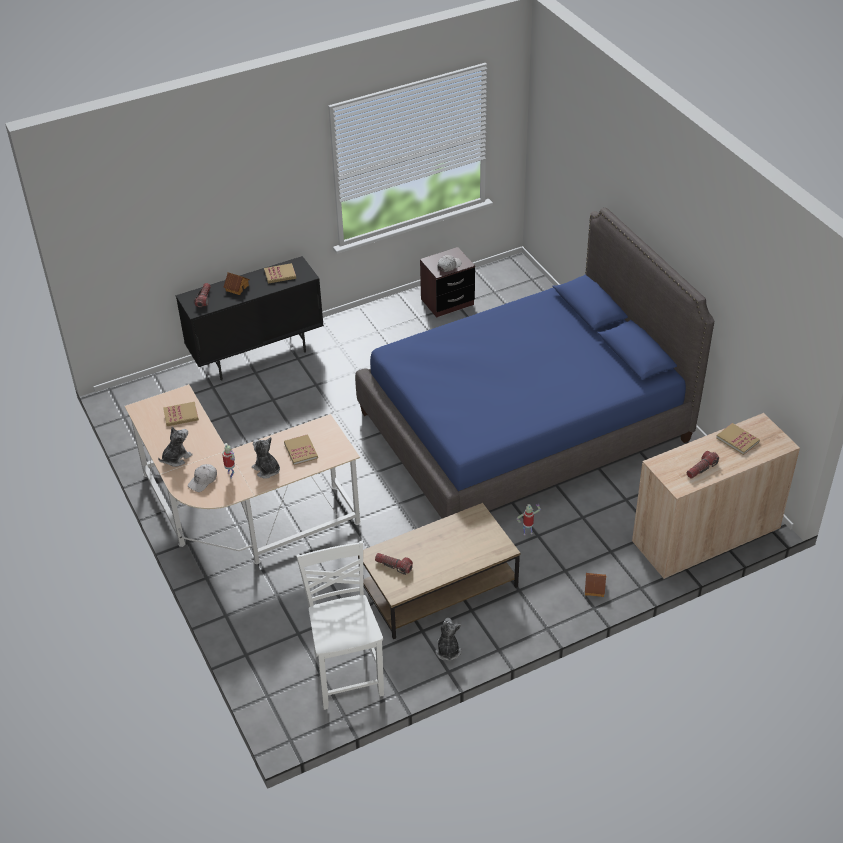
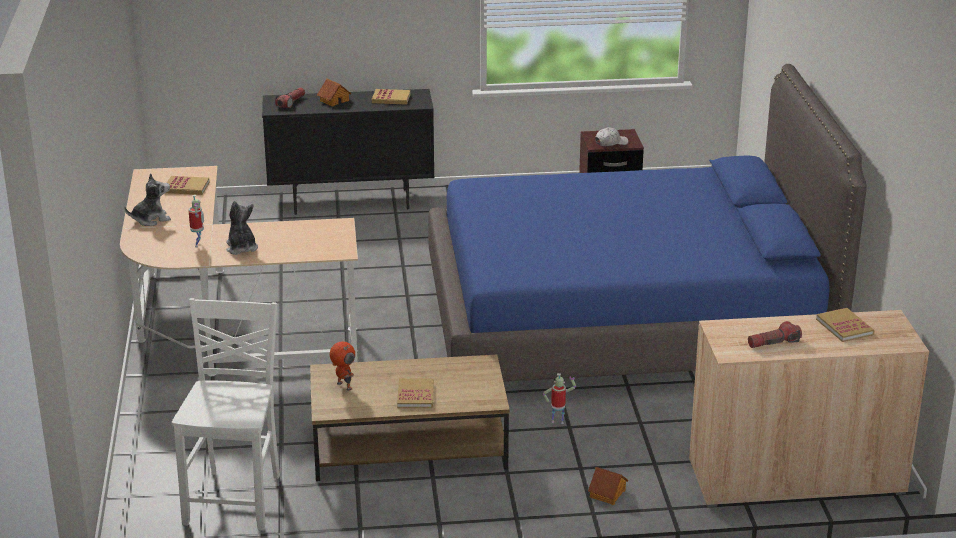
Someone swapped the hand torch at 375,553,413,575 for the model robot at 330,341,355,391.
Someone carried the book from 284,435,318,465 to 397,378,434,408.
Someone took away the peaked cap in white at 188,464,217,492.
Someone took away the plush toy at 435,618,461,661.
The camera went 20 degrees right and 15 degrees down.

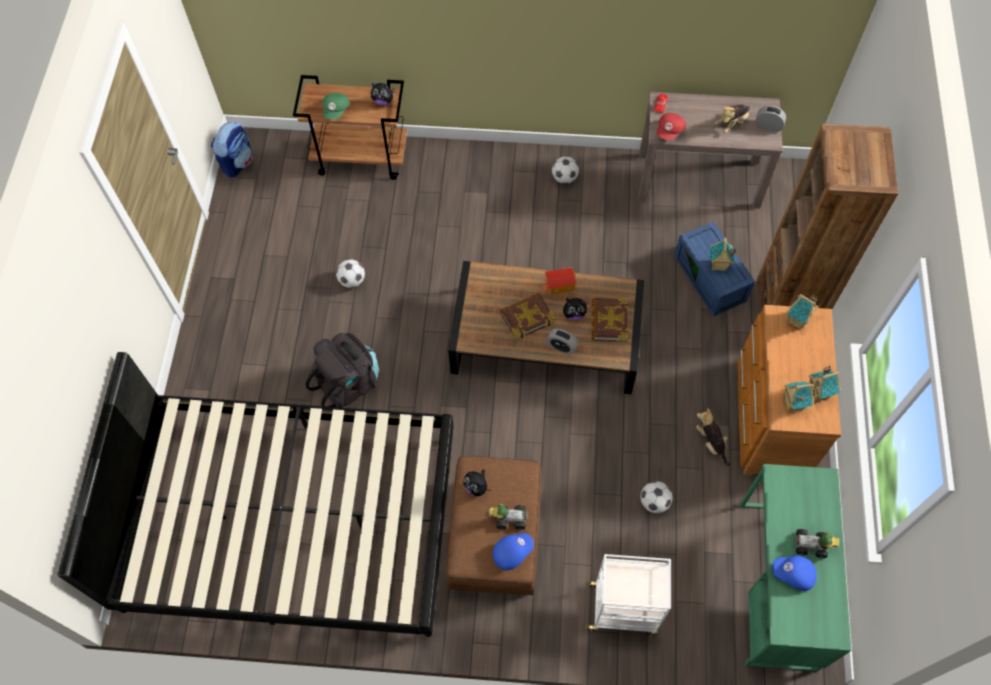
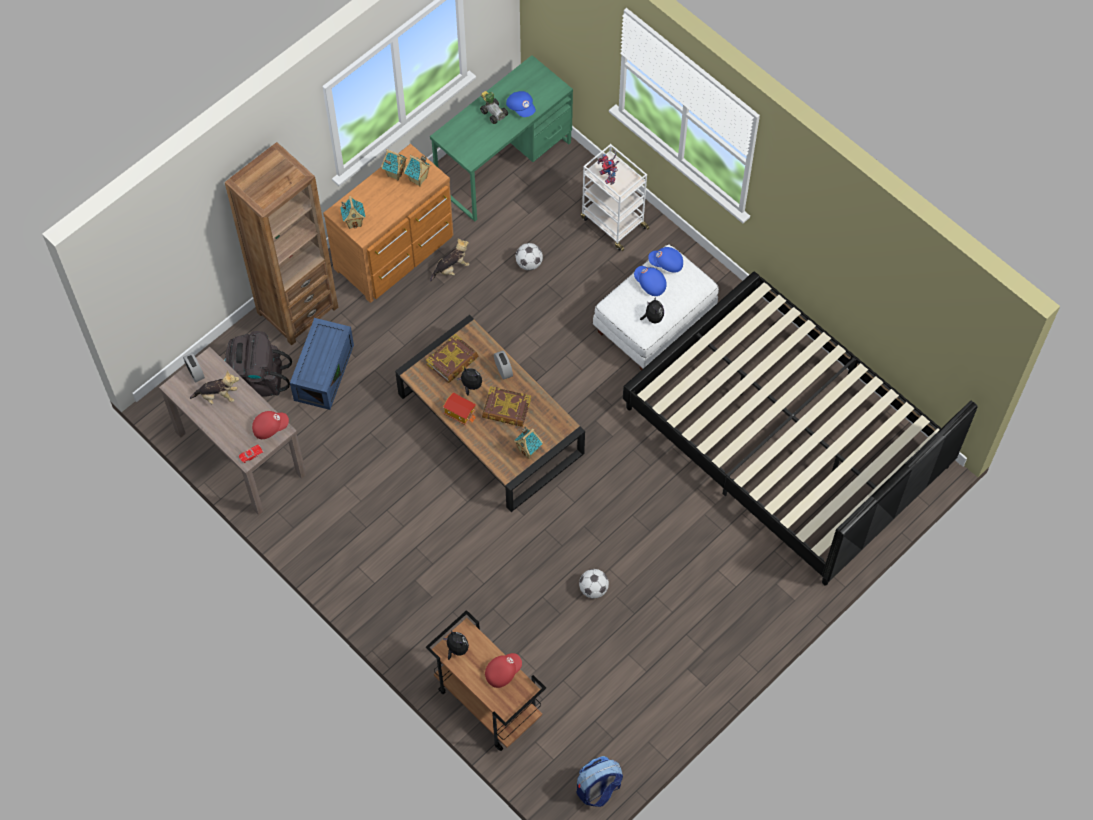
Someone carried the backpack in black-coloured from 306,333,379,408 to 224,331,292,397.
Someone rotated the plush toy at 696,408,730,466 by 135 degrees counterclockwise.
Someone repainted the peaked cap in green-coloured at 322,93,350,119, which became the peaked cap in reddish at 485,653,522,688.
Someone carried the miniature house from 710,237,735,271 to 514,427,543,459.
Someone repainted the footrest in brown at 446,456,541,595, which became the footrest in white at 593,244,719,370.
Someone put down the model robot at 597,150,620,185.
Someone swapped the toy car at 489,503,528,530 for the peaked cap in bluish at 634,266,667,296.
Someone took away the football ball at 552,156,579,184.
The camera went 140 degrees left and 0 degrees up.

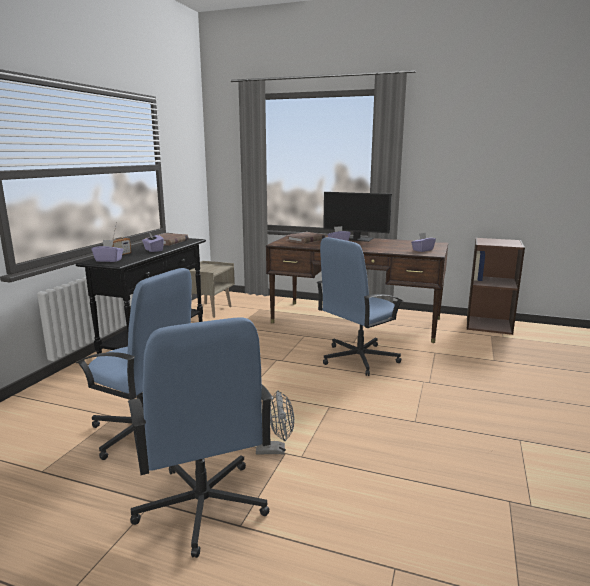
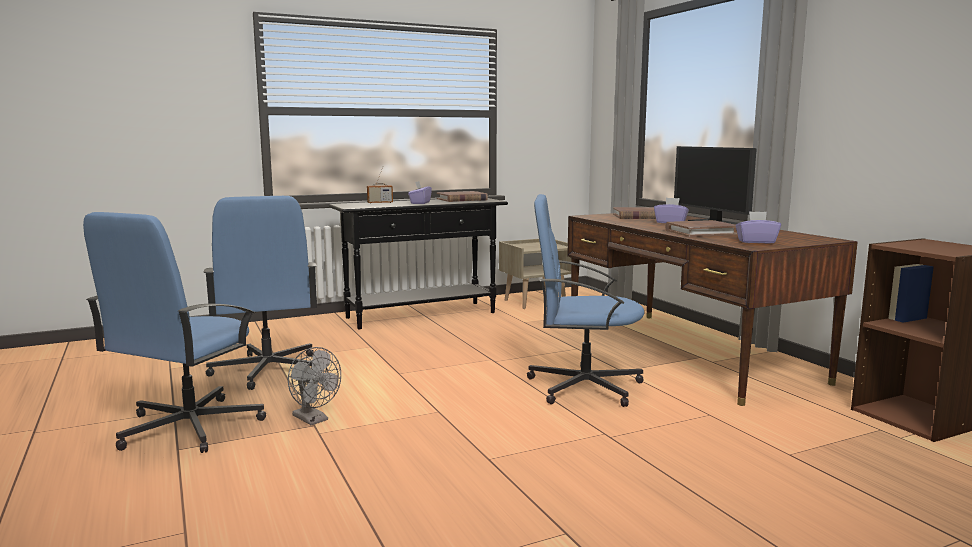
Someone put down the book in brown at 665,220,738,237.
Someone took away the box of tissues in purple at 91,240,123,262.
The camera went 45 degrees right and 5 degrees down.

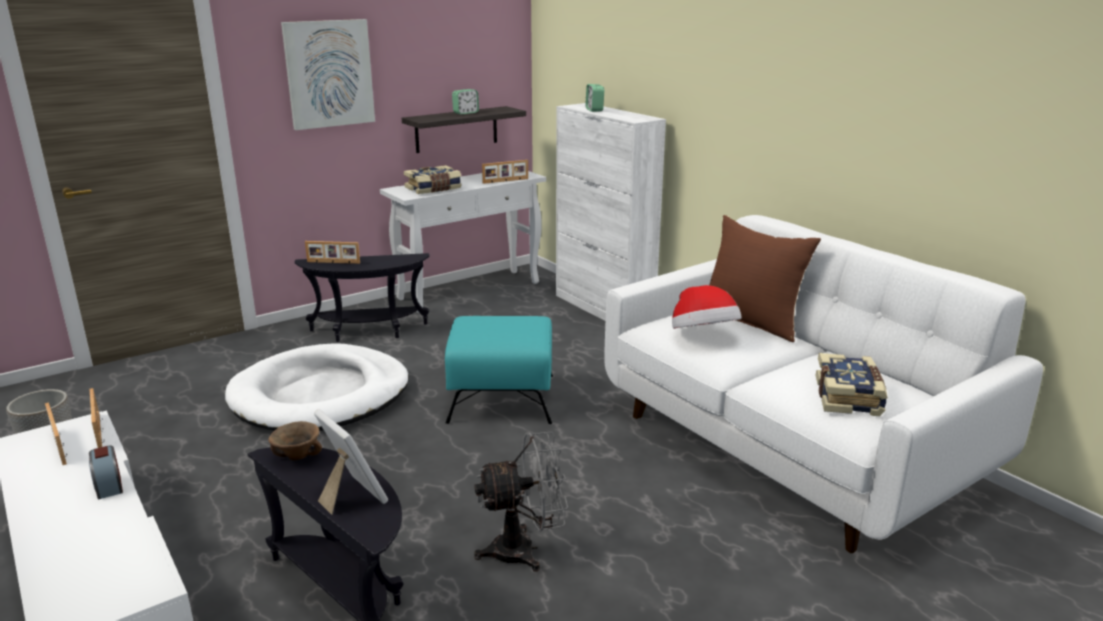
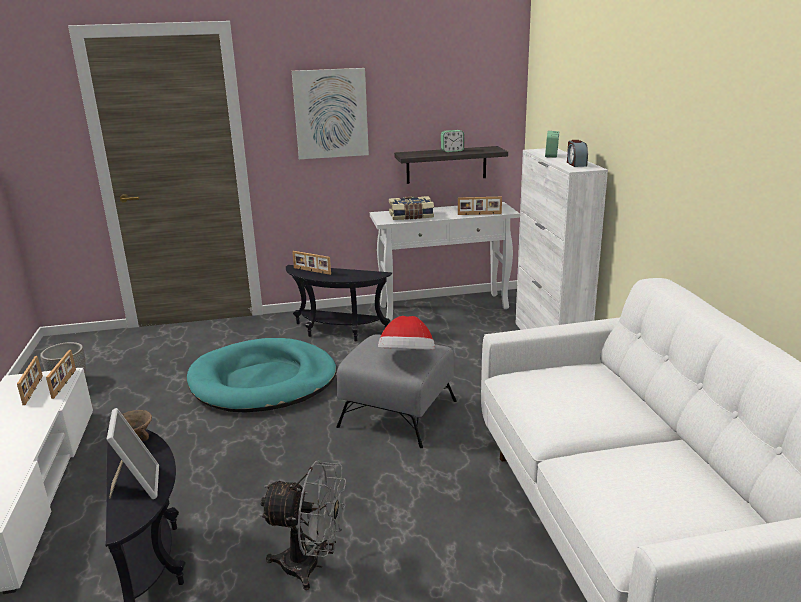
Someone repainted the dog bed in white at 225,343,409,431, which became the dog bed in turquoise-coloured at 187,338,336,413.
Someone repainted the footrest in turquoise-coloured at 445,316,553,424, which became the footrest in gray at 336,334,457,448.
Someone carried the wearable hat from 672,285,741,329 to 378,316,435,350.
Someone carried the table clock from 89,446,123,499 to 567,140,588,167.
Someone took away the throw pillow in brown at 709,215,821,342.
Someone took away the book at 816,353,888,416.
The camera went 25 degrees right and 0 degrees up.

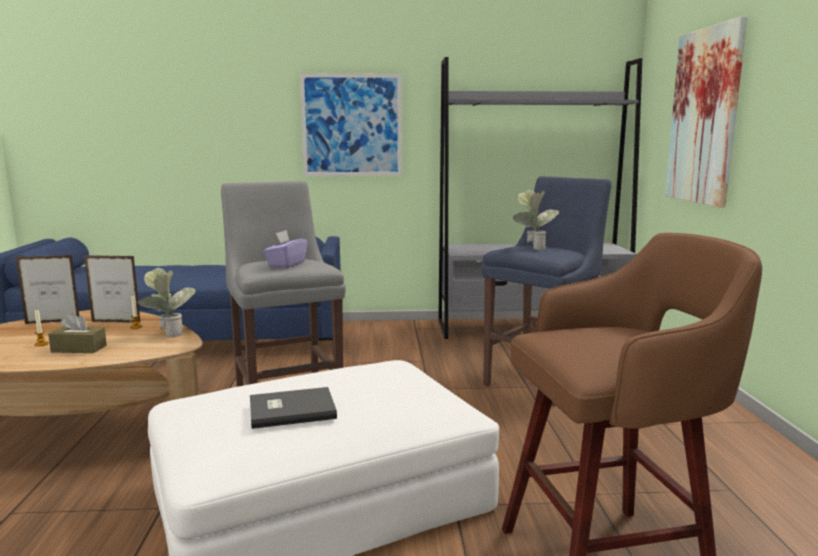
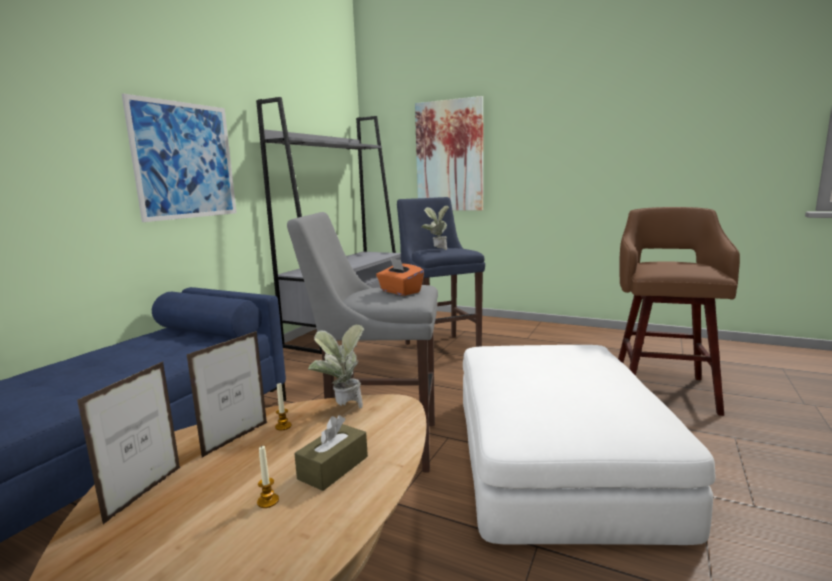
Someone repainted the box of tissues in purple at 263,230,307,268, which became the box of tissues in orange-coloured at 376,258,424,296.
Someone took away the book in gray at 250,387,337,429.
The camera went 60 degrees left and 0 degrees up.

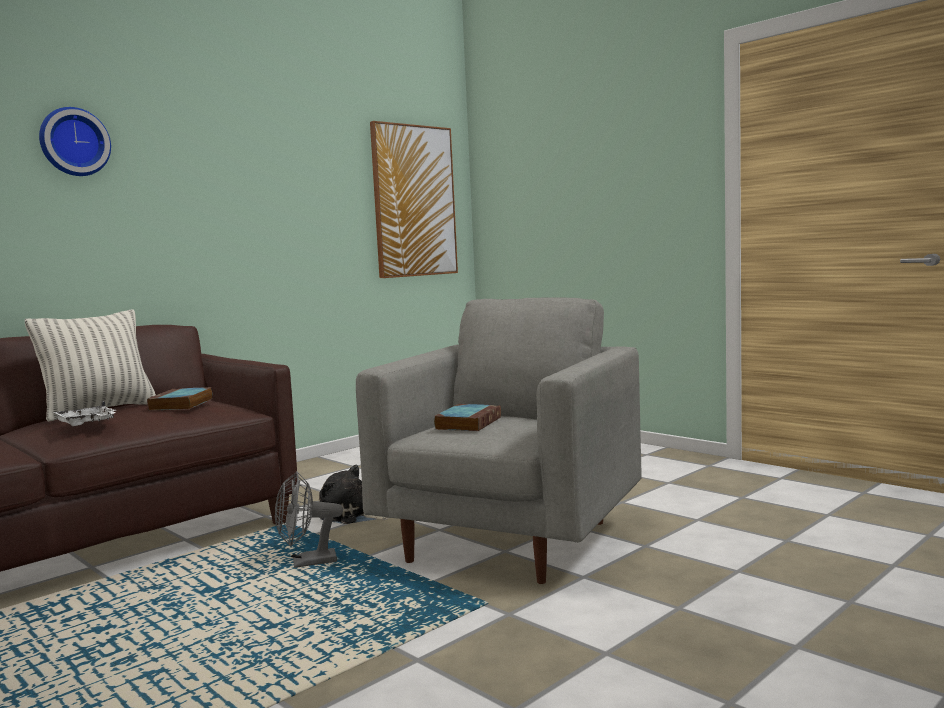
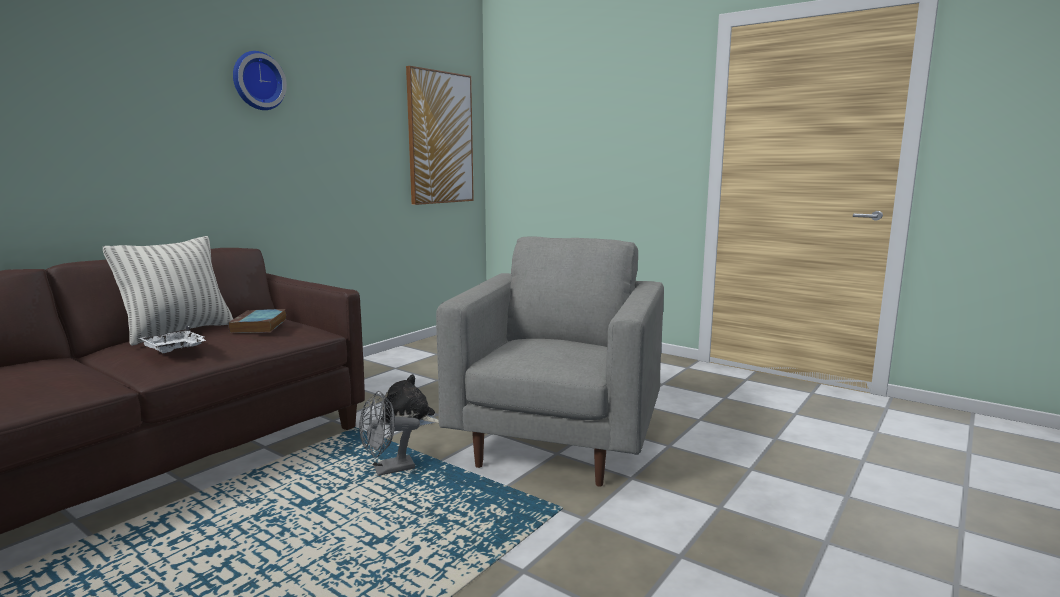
Someone carried the clock on the wall from 39,107,111,176 to 233,51,287,110.
Someone took away the book at 434,404,501,431.
The camera went 10 degrees left and 5 degrees up.

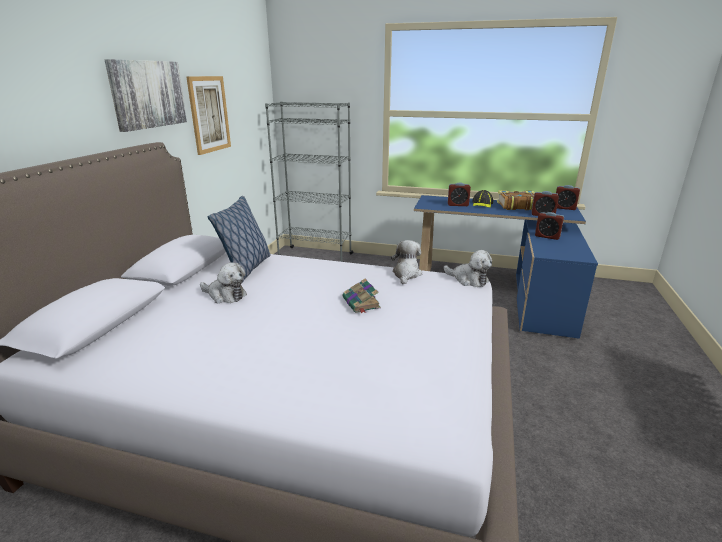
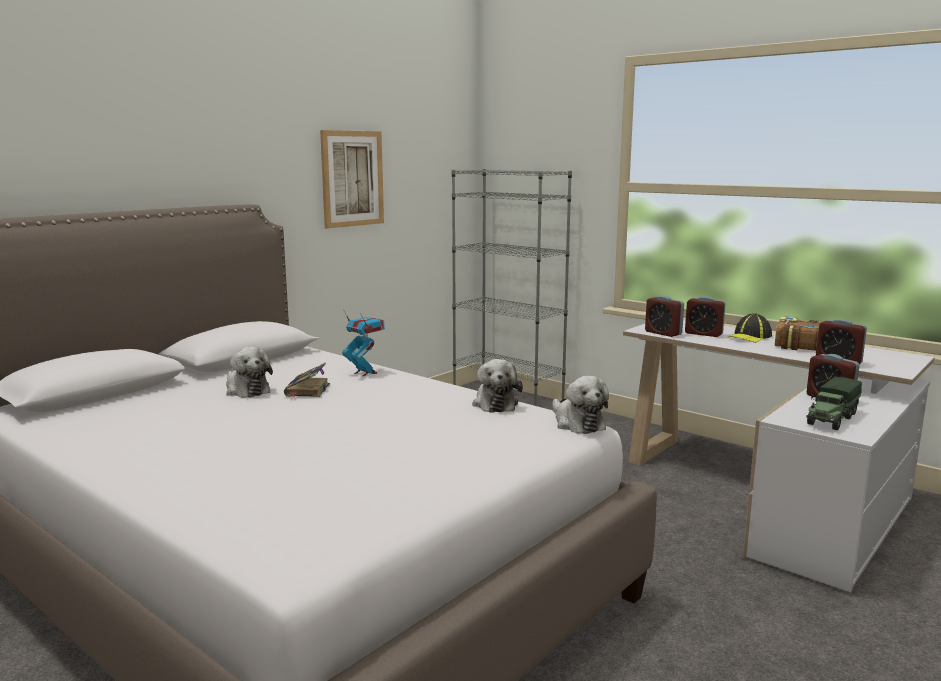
Someone carried the book from 342,278,381,313 to 284,363,330,397.
Someone put down the model robot at 342,309,385,376.
Someone rotated the plush toy at 391,240,422,284 by 135 degrees clockwise.
Someone repainted the desk in bluish at 414,195,598,339, which became the desk in white at 623,319,935,592.
Someone carried the table clock from 556,185,580,210 to 645,296,684,337.
Someone put down the toy lorry at 806,377,862,430.
Someone took away the picture at 104,59,187,132.
Someone took away the throw pillow at 208,196,271,281.
The camera went 25 degrees right and 10 degrees down.

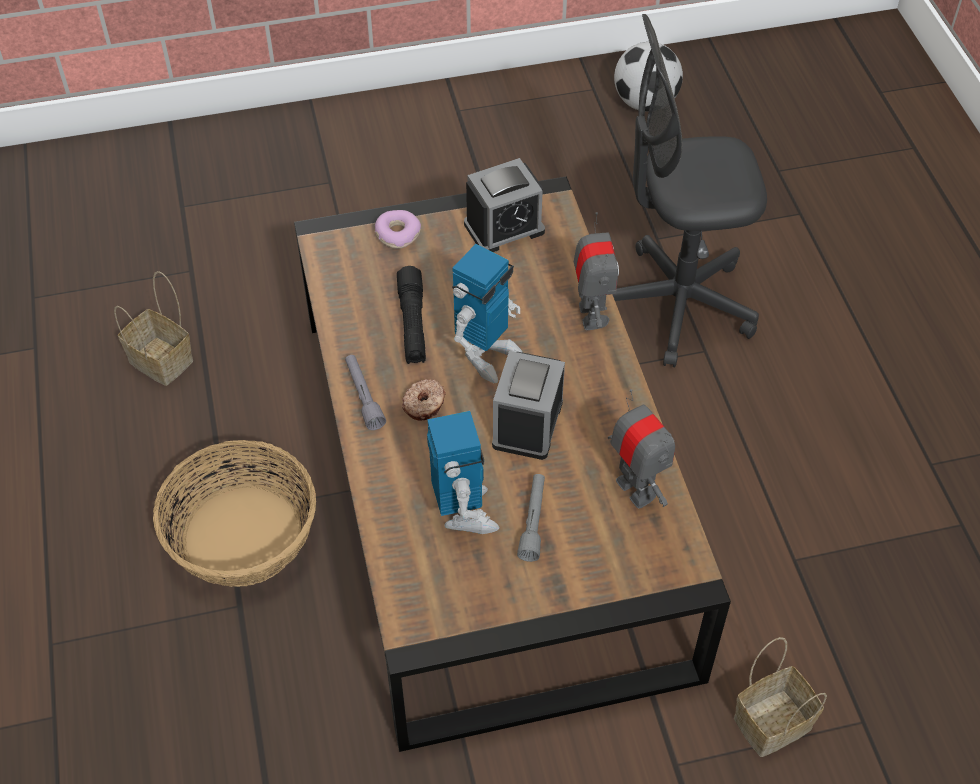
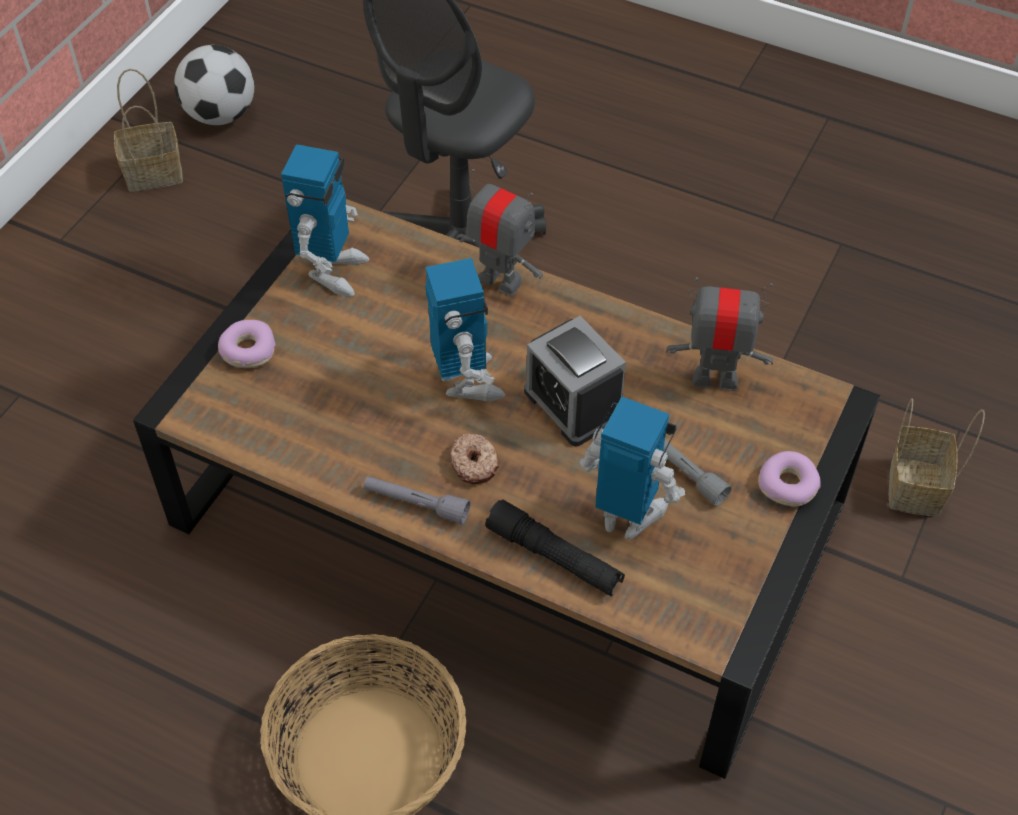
Someone carried the basket from 114,271,193,386 to 114,69,183,192.
Someone swapped the table clock at 464,158,545,252 for the model robot at 281,144,370,296.
Someone carried the hand torch in black-coloured from 397,266,426,364 to 485,499,625,596.
Someone put down the doughnut at 758,451,820,507.
The camera went 50 degrees left and 0 degrees up.

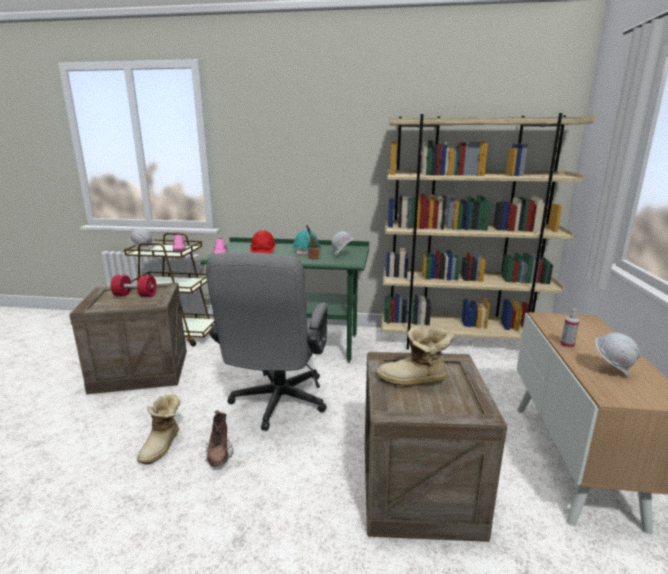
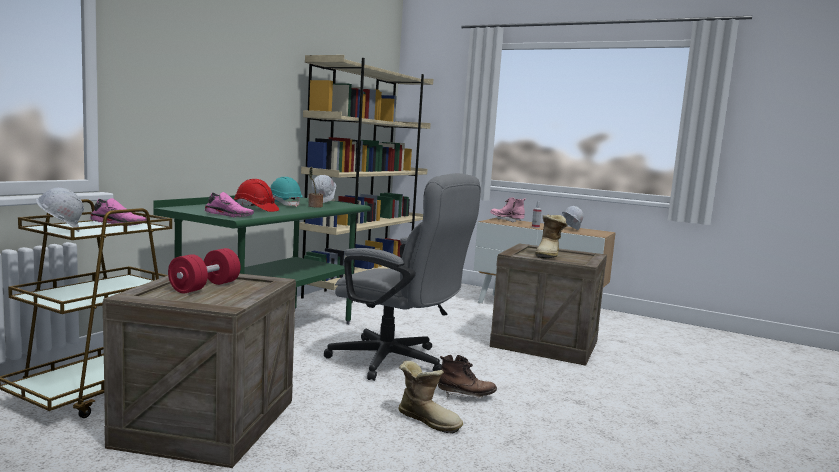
Someone put down the tall boot in pinkish at 490,197,526,222.
The camera went 70 degrees left and 10 degrees down.

